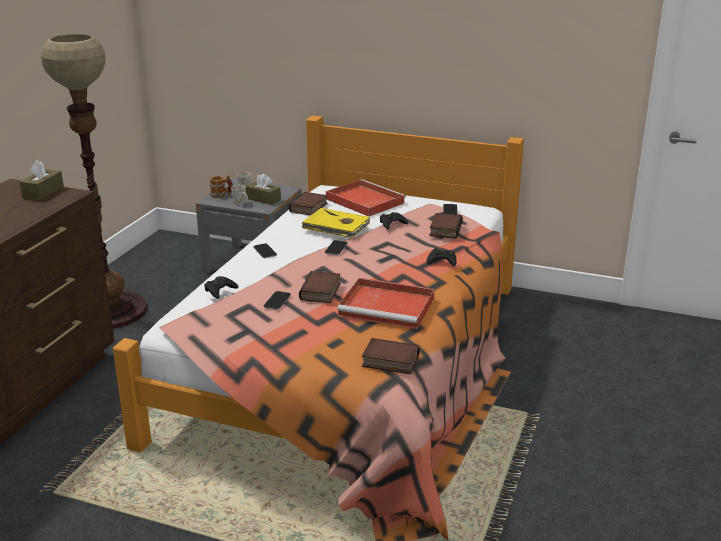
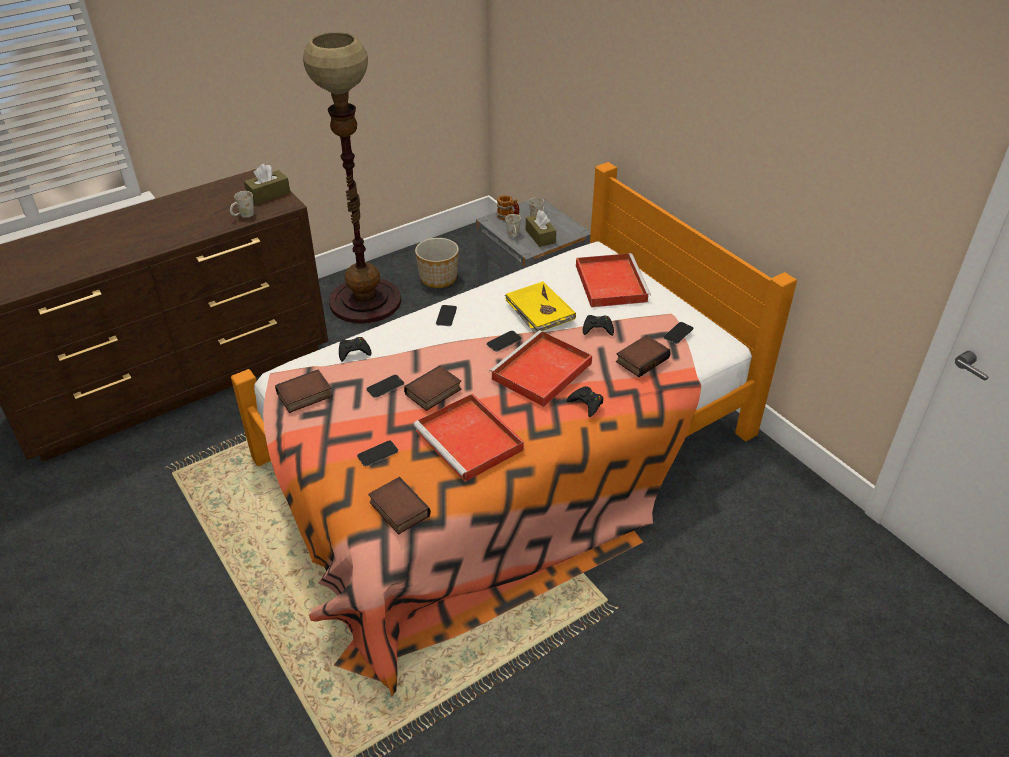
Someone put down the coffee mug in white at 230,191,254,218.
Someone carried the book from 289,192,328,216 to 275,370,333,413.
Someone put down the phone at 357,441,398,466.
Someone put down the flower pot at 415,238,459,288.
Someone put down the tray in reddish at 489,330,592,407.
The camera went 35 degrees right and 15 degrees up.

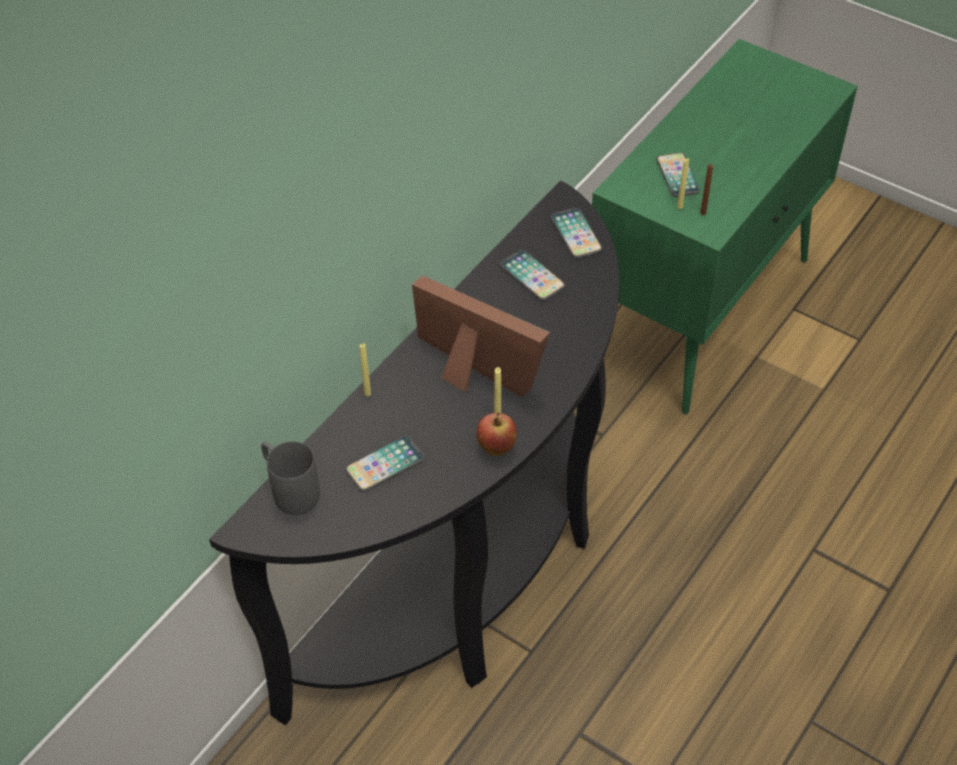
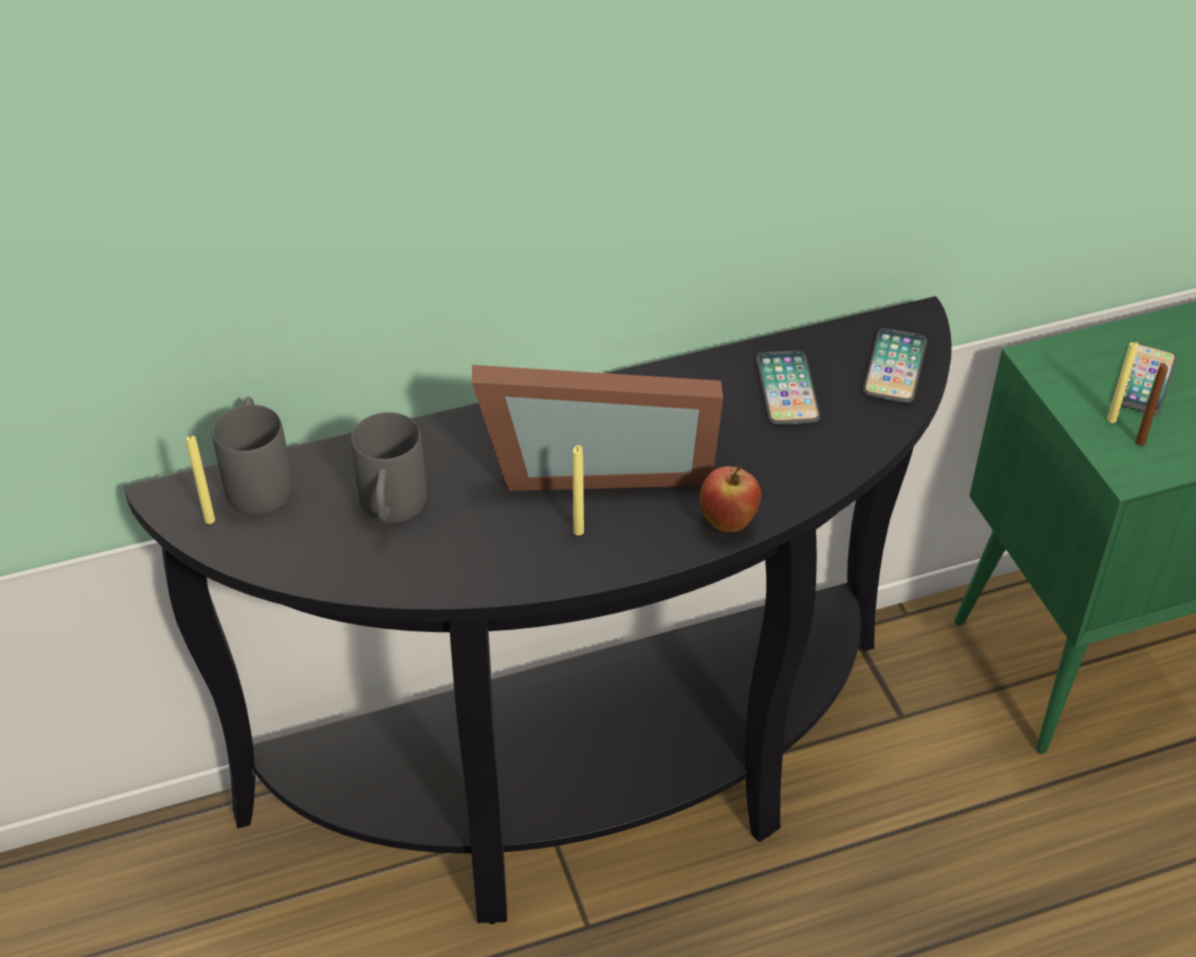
Someone carried the candle in yellow-coloured from 360,343,371,396 to 186,436,215,524.
Someone swapped the phone at 345,436,425,492 for the coffee mug in gray at 351,412,427,523.
Someone rotated the photo frame at 412,275,550,398 by 105 degrees clockwise.
Someone carried the apple fruit from 477,412,517,456 to 700,466,761,532.
The camera went 35 degrees right and 5 degrees down.

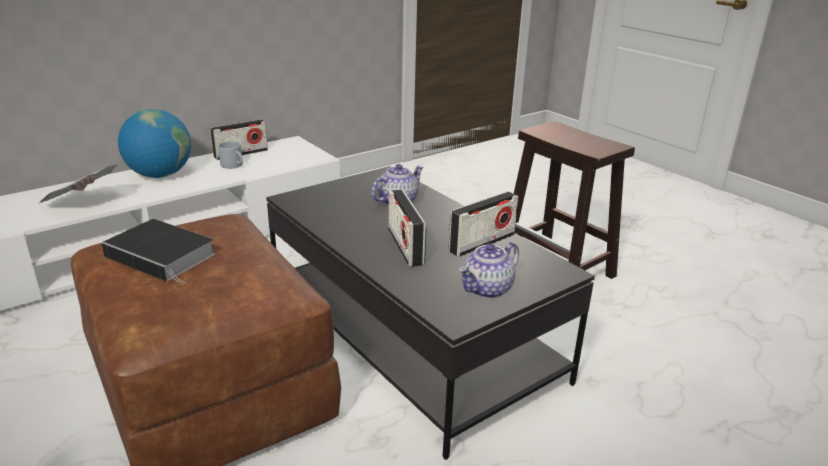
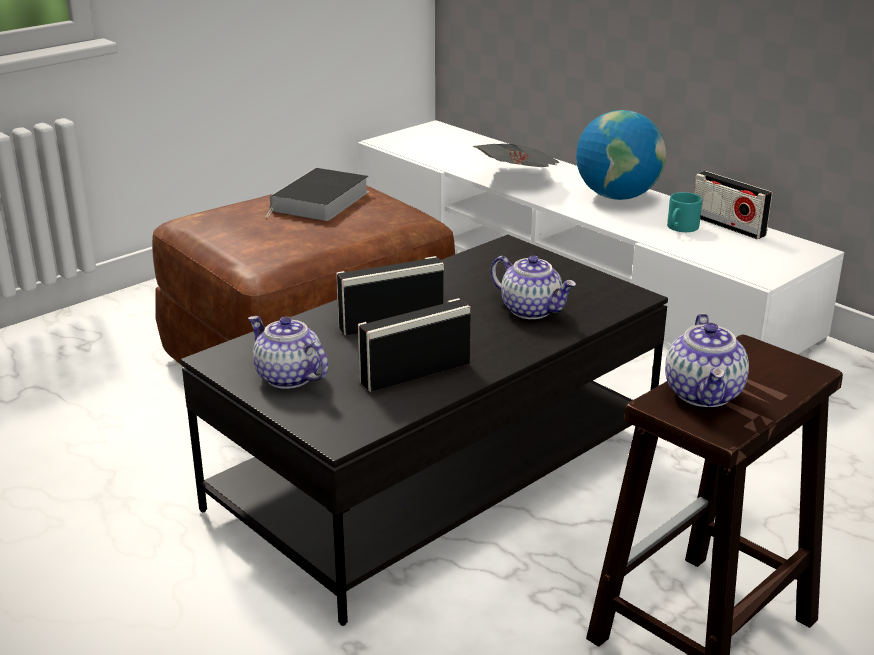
Someone rotated the radio set at 448,191,518,257 by 105 degrees clockwise.
Someone put down the tea pot at 665,313,749,407.
Someone repainted the coffee mug in gray at 218,141,243,169, which became the coffee mug in turquoise-coloured at 667,192,702,232.
The camera went 85 degrees right and 0 degrees up.

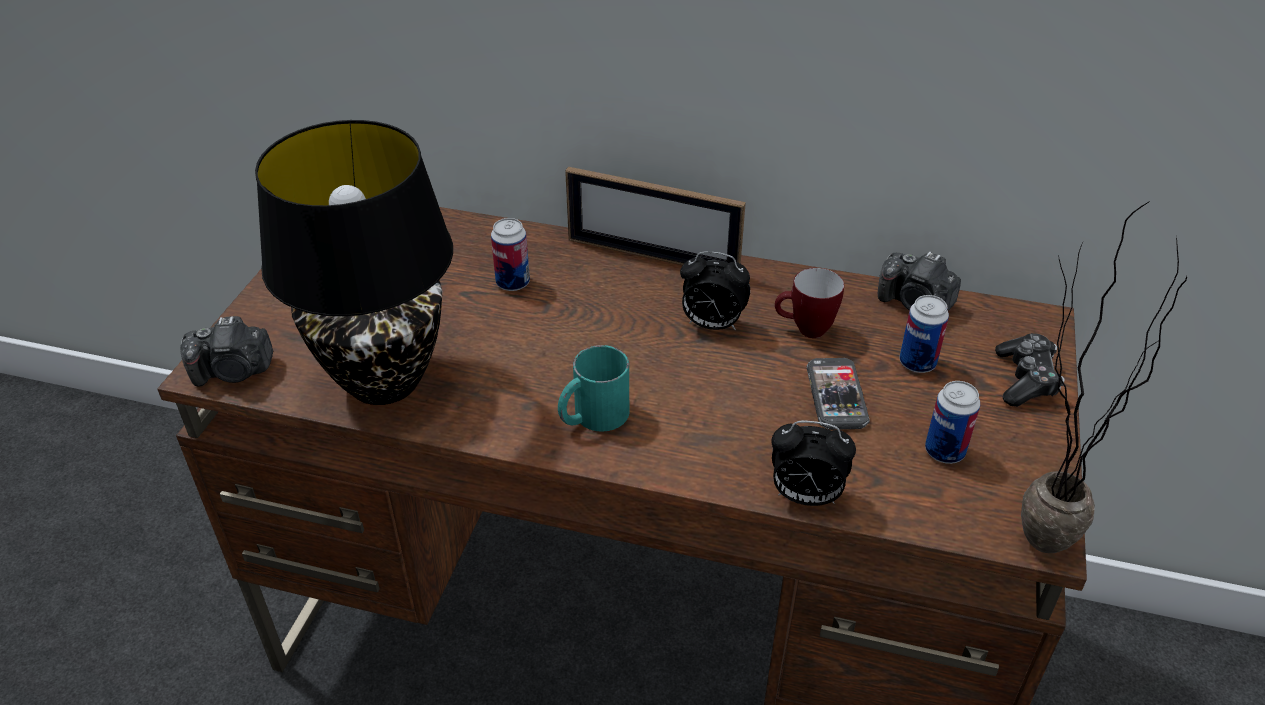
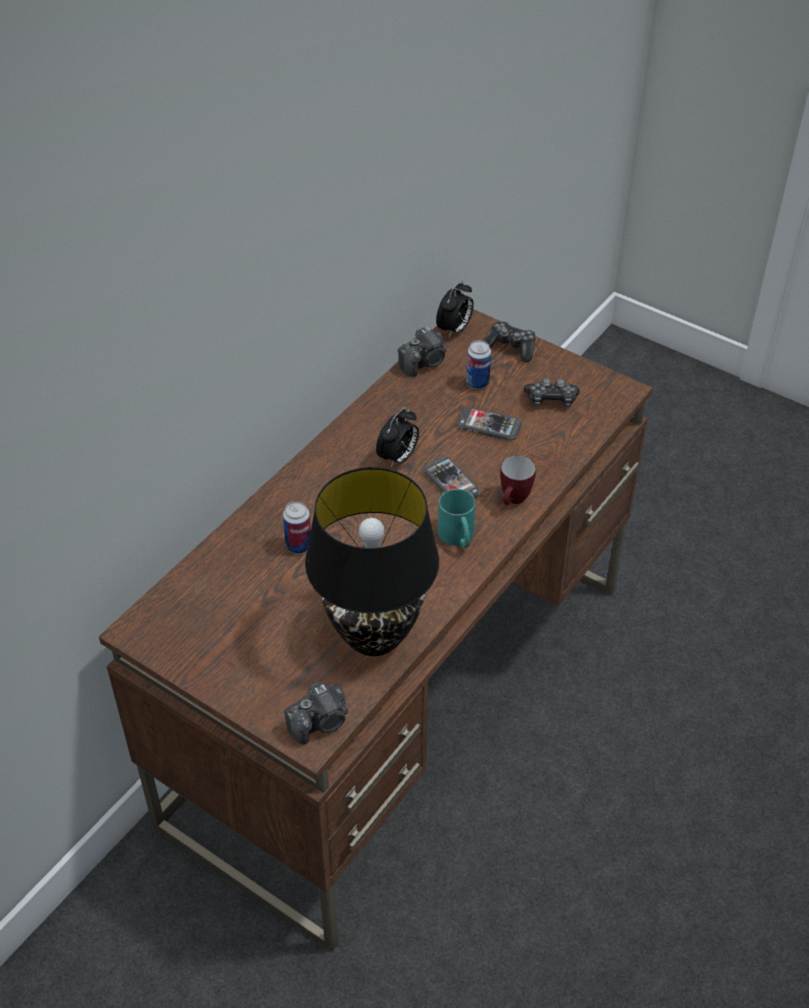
Someone rotated the photo camera at 180,316,273,387 by 45 degrees clockwise.
Someone put down the phone at 423,456,481,498.
Someone carried the table clock from 772,420,856,506 to 436,280,474,338.
Someone carried the coffee mug from 775,268,844,338 to 500,456,536,505.
Someone swapped the can at 925,381,980,464 for the game controller at 524,378,580,408.
Someone took away the photo frame at 565,167,746,265.
Someone took away the plant in a pot at 1021,201,1187,553.
The camera went 70 degrees left and 5 degrees up.

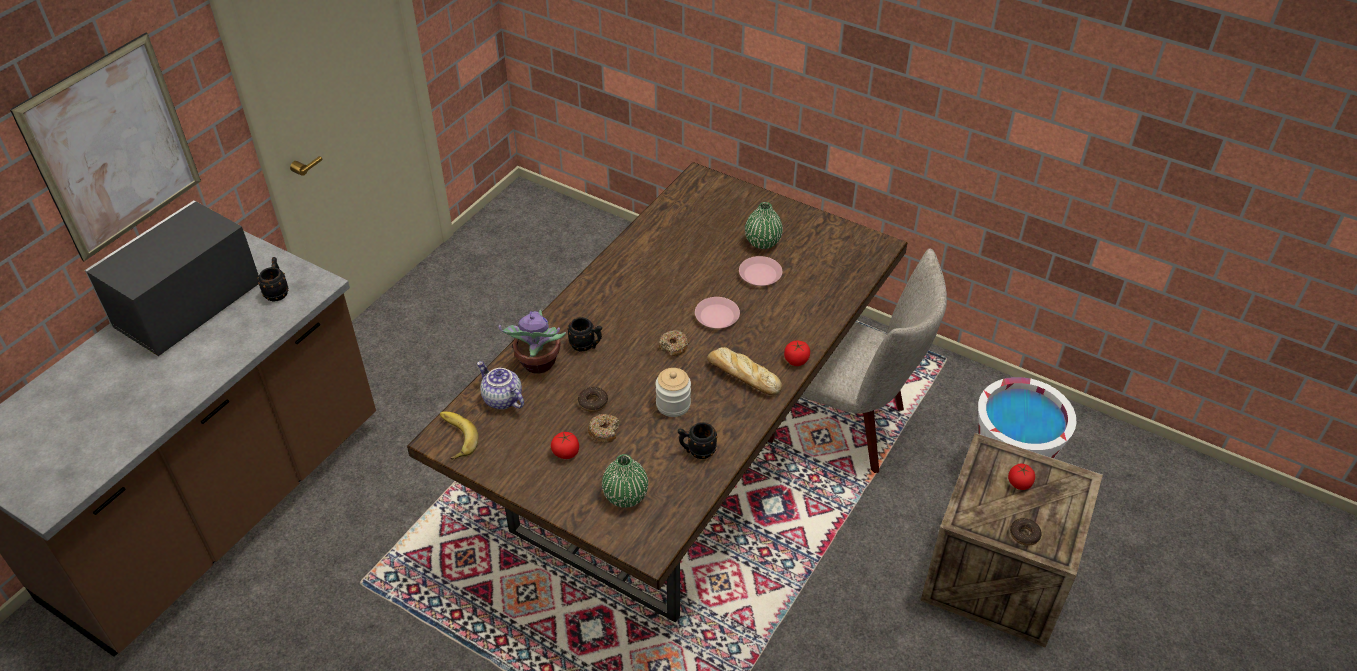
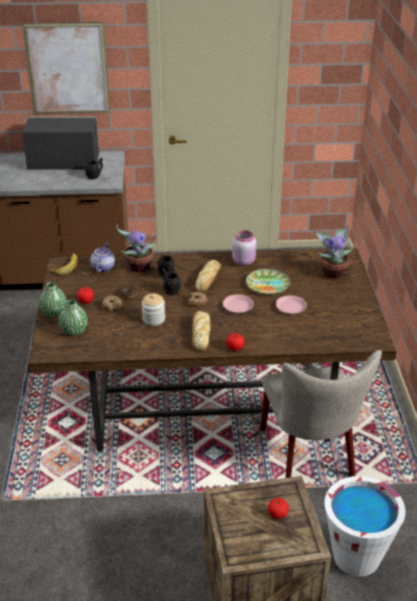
Someone carried the flower vase in green-coloured from 745,202,783,249 to 39,282,67,318.
Someone carried the coffee mug in black-coloured from 678,422,717,459 to 162,268,181,295.
Someone put down the bakery bread at 195,260,221,293.
Someone put down the preserve jar in pinkish at 232,230,256,266.
Someone put down the dinner plate at 246,269,290,295.
Someone put down the plant in a pot at 315,225,353,278.
Someone took away the doughnut at 1010,518,1042,546.
The camera went 55 degrees right and 10 degrees down.

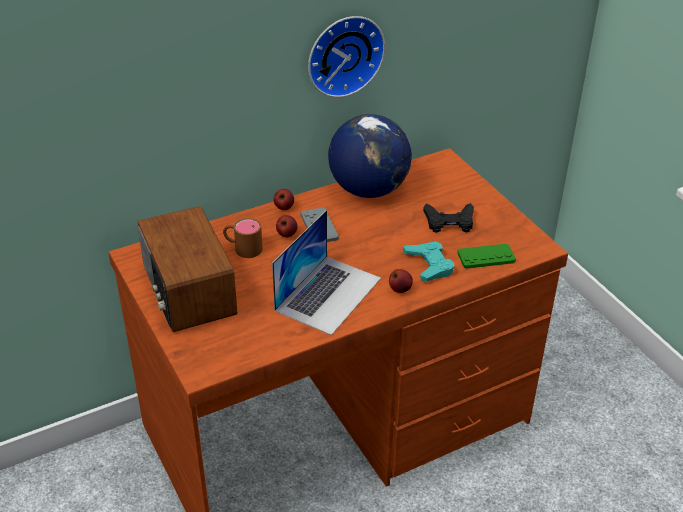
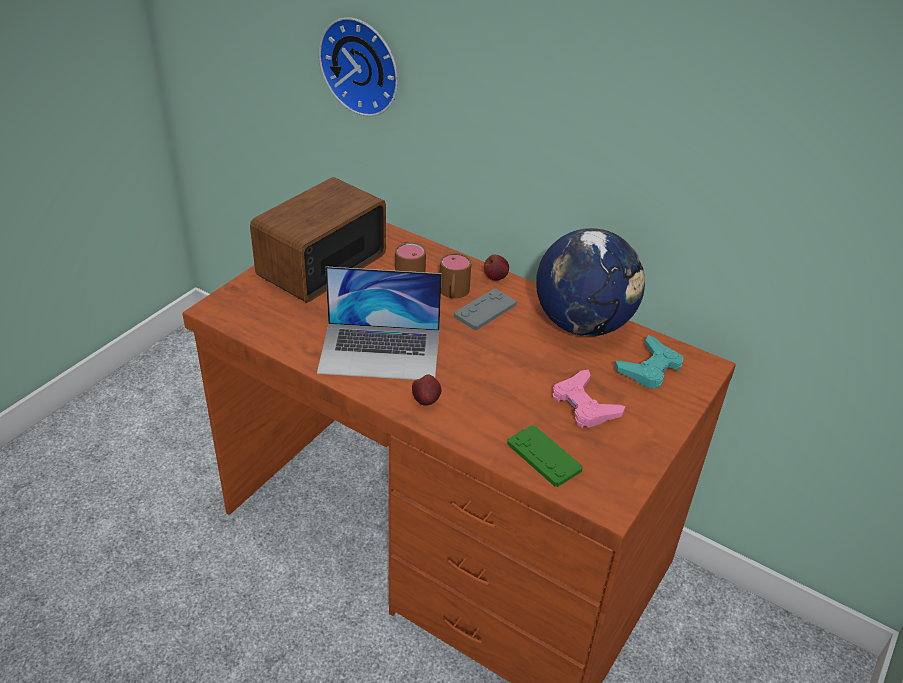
Someone carried the clock on the wall from 308,16,385,98 to 319,17,398,116.
Someone swapped the apple fruit at 276,215,298,237 for the coffee mug in brown at 440,253,472,298.
Someone repainted the game controller in black-coloured at 423,203,474,233, which became the game controller in pinkish at 553,370,626,428.
Someone carried the game controller in turquoise-coloured from 403,241,454,282 to 615,335,683,389.
The camera went 60 degrees right and 0 degrees up.

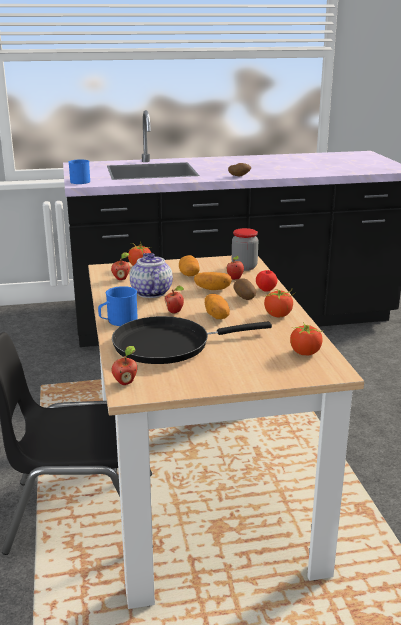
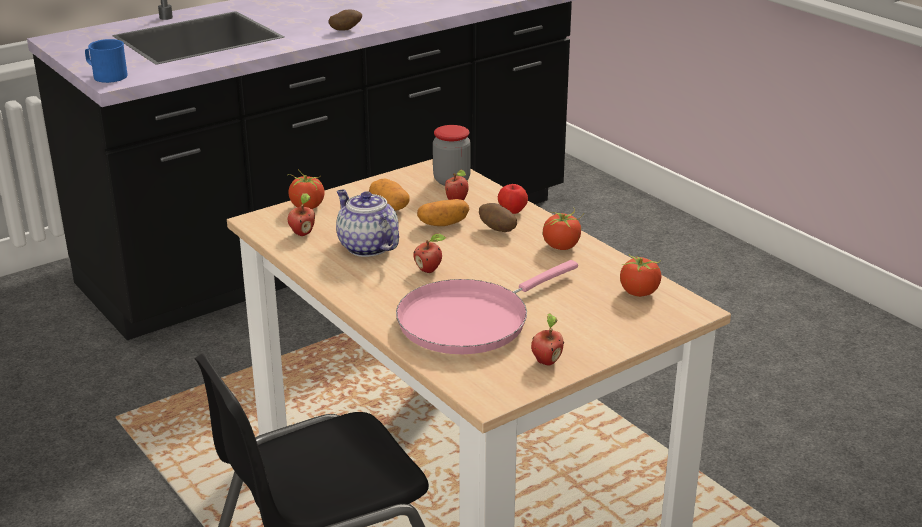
Someone repainted the frying pan in black-coloured at 112,316,272,364, which became the frying pan in pinkish at 396,260,578,354.
Someone carried the apple fruit from 111,346,137,385 to 531,313,564,366.
Someone took away the coffee mug in bluish at 98,286,138,326.
Someone took away the spud at 205,294,230,319.
The camera went 25 degrees left and 5 degrees up.

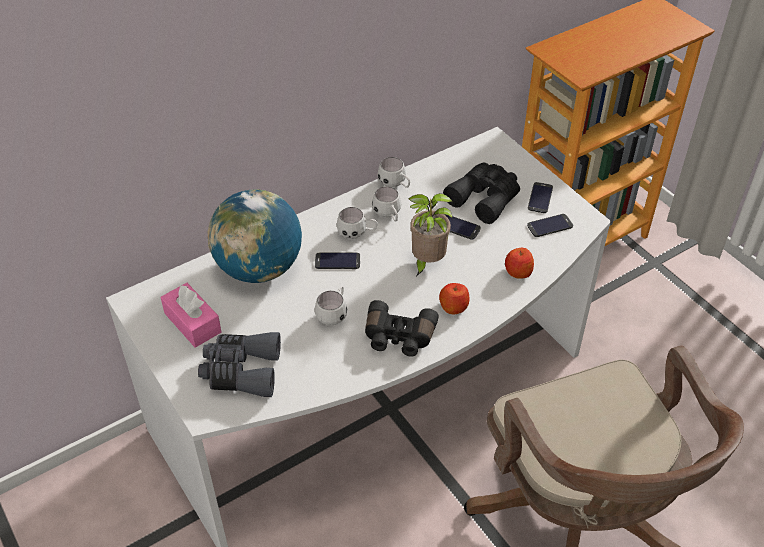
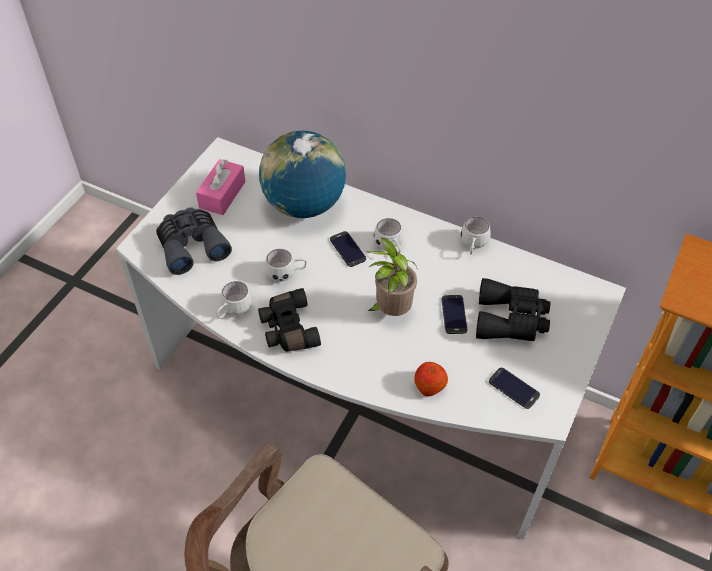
Someone carried the coffee mug in white from 372,186,401,222 to 217,281,253,319.
Someone took away the apple fruit at 439,283,470,314.
Someone took away the phone at 528,182,553,213.
The camera went 60 degrees right and 5 degrees up.

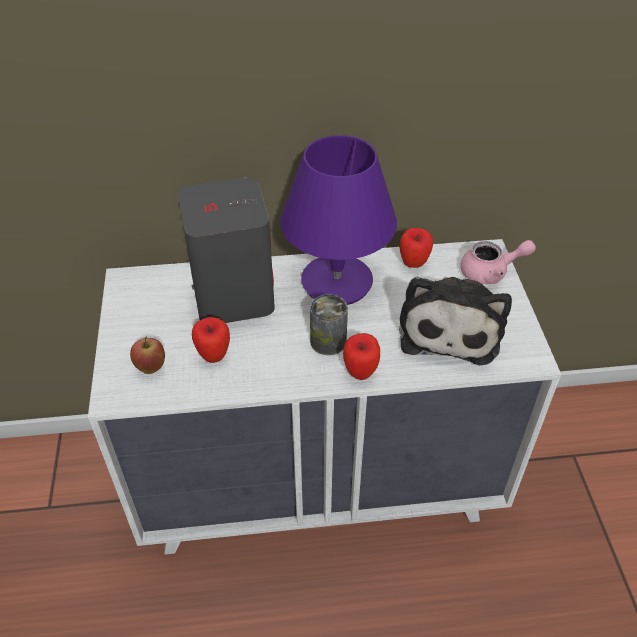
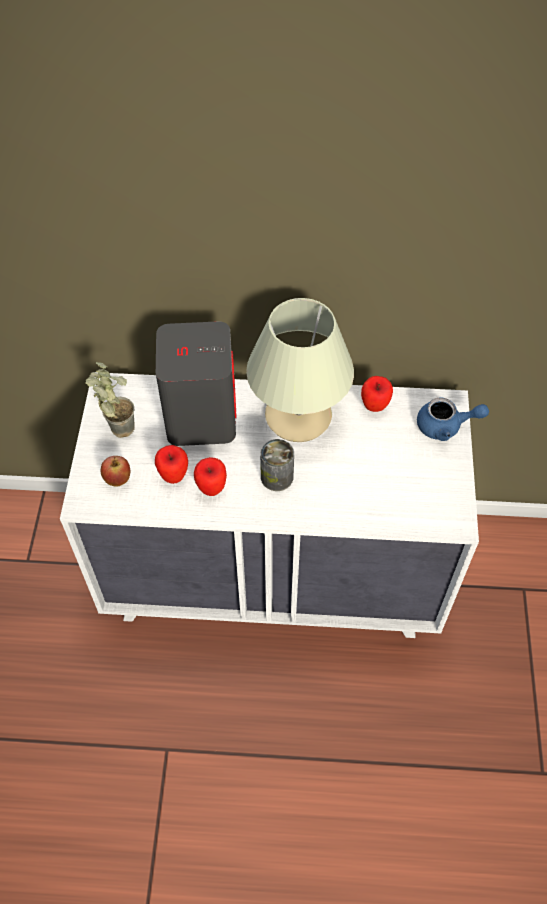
Someone put down the plant in a pot at 86,362,135,438.
Someone carried the apple fruit from 343,333,380,380 to 194,457,227,496.
Someone repainted the tabletop lamp in purple at 280,135,397,305, which became the tabletop lamp in beige at 246,298,354,442.
Someone repainted the tea pot in pinkish at 460,240,536,284, which became the tea pot in bluish at 417,398,489,441.
Someone took away the plush toy at 399,277,512,365.
The camera went 10 degrees right and 10 degrees up.

